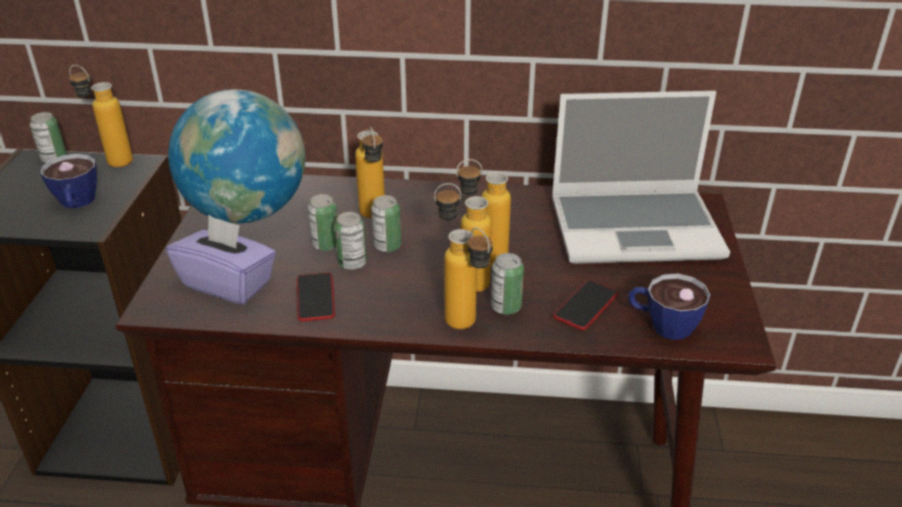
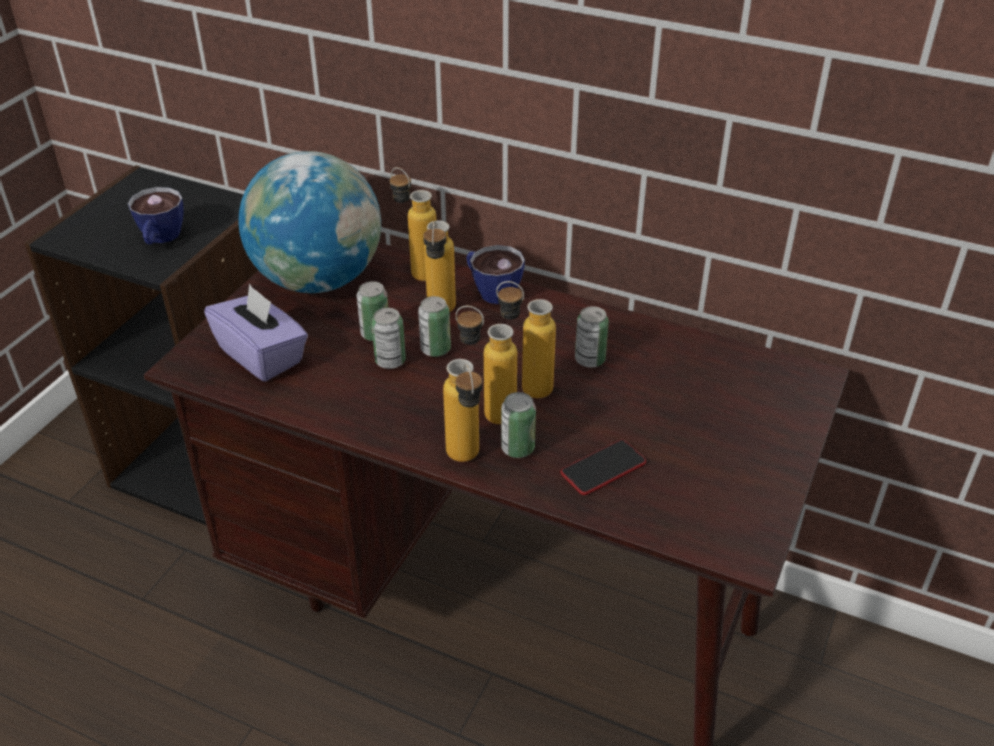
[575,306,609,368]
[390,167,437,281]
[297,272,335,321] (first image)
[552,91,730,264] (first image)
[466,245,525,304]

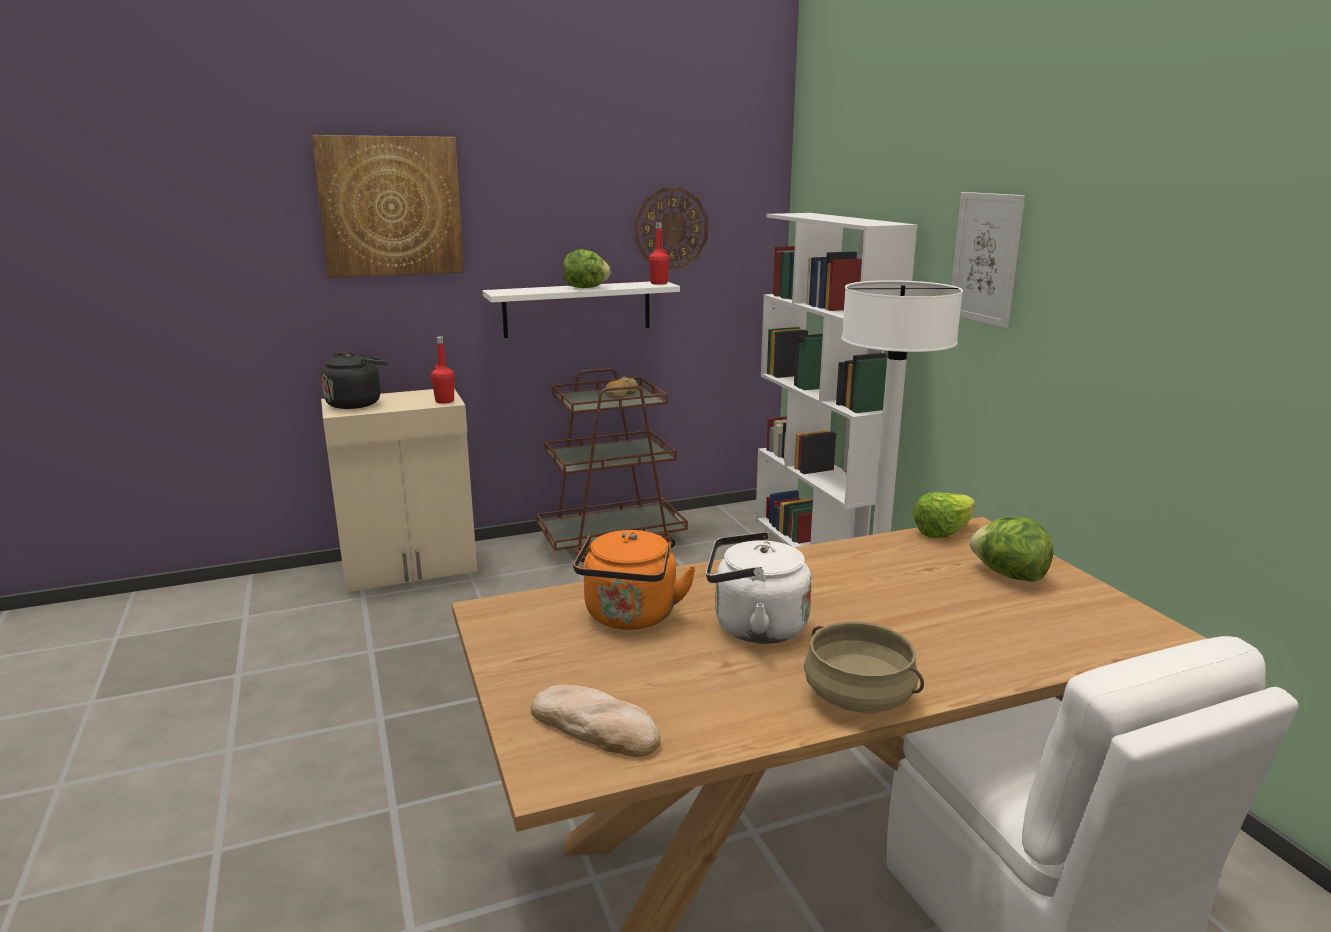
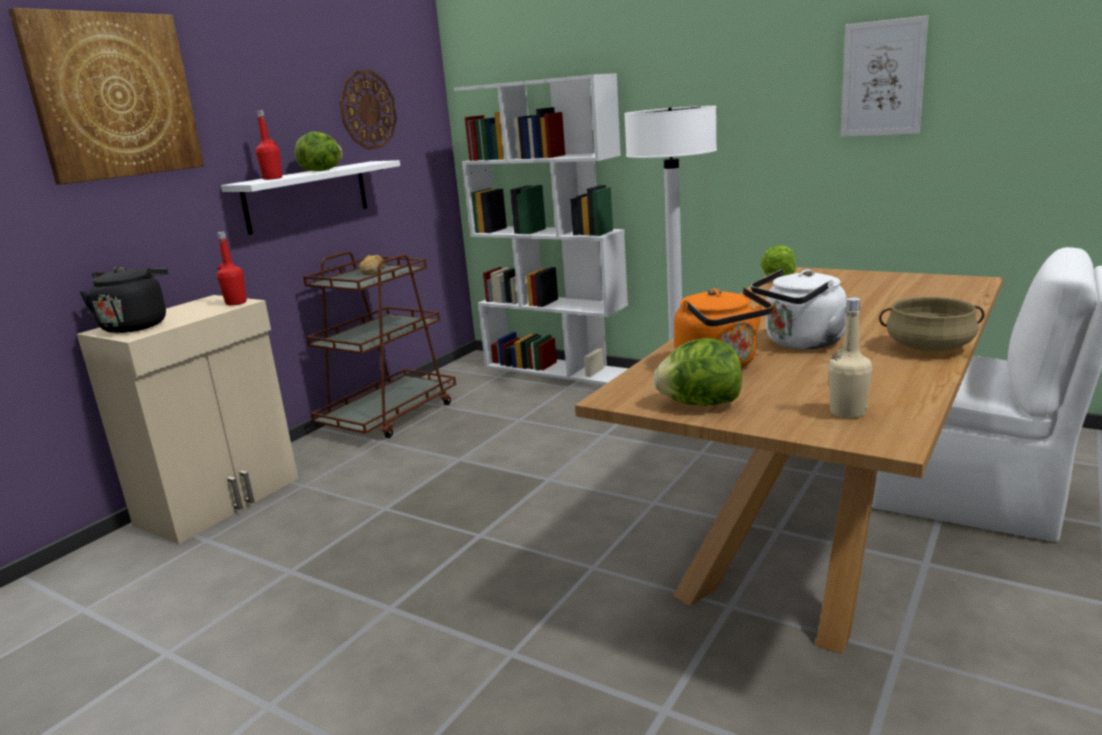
[828,297,872,418]
[256,110,282,180]
[841,15,928,137]
[654,338,742,406]

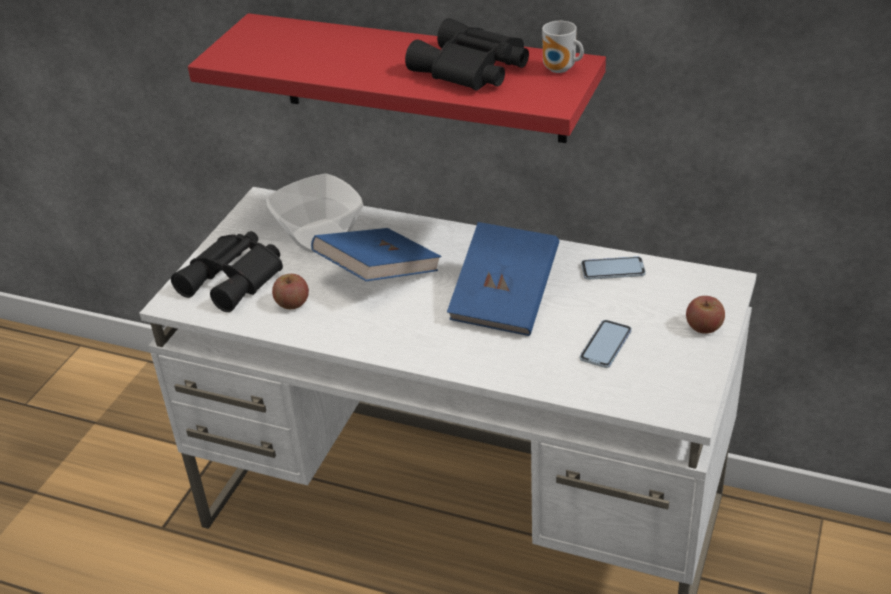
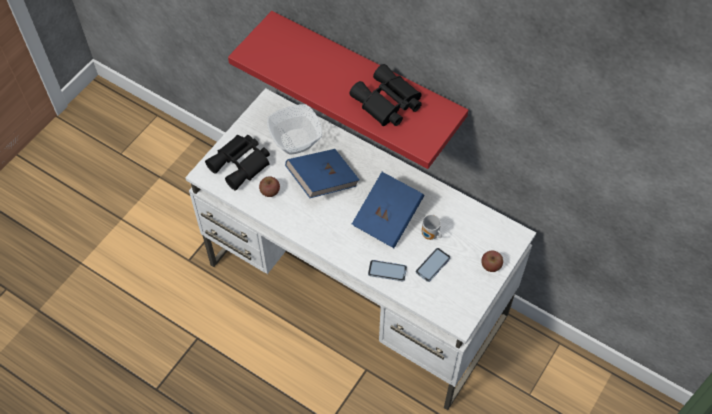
[422,214,442,240]
[368,260,407,281]

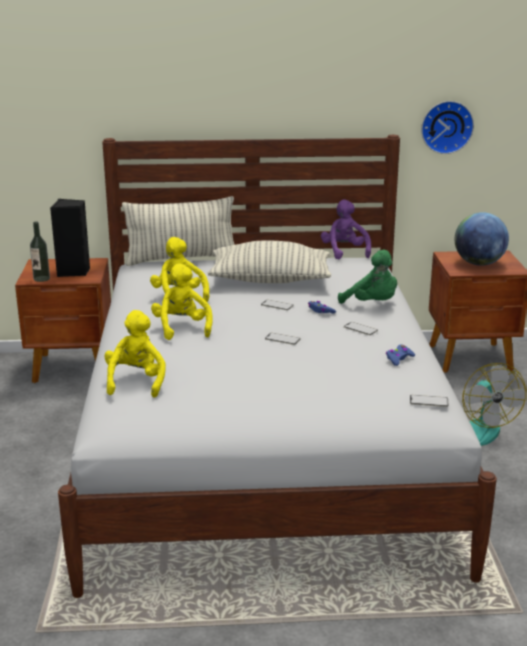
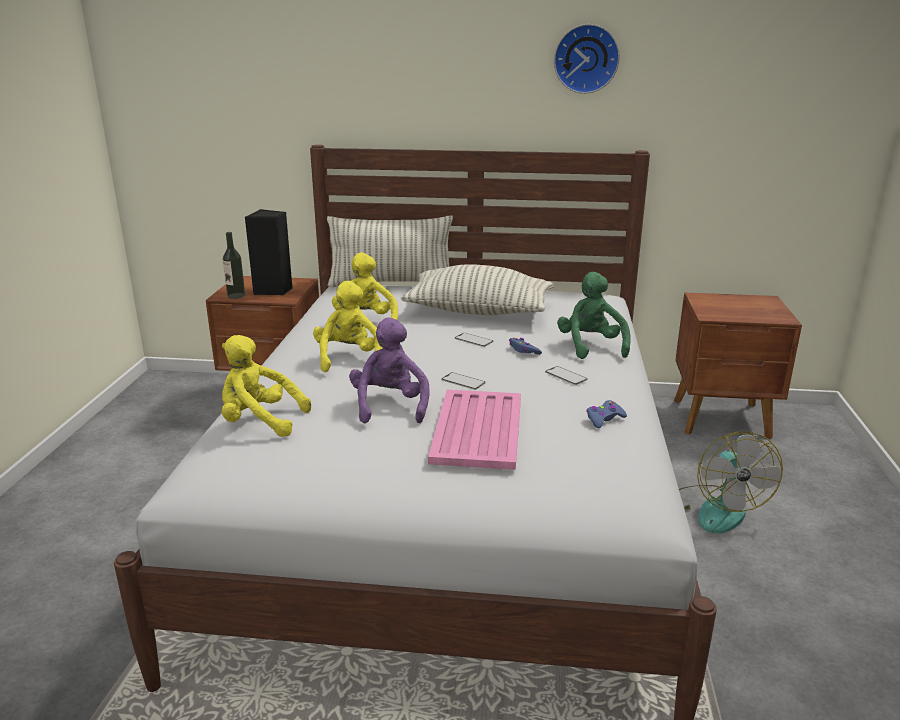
[222,335,311,437]
[349,318,430,423]
[557,272,631,359]
[410,395,448,407] (first image)
[554,24,620,94]
[455,212,509,266] (first image)
[428,390,521,470]

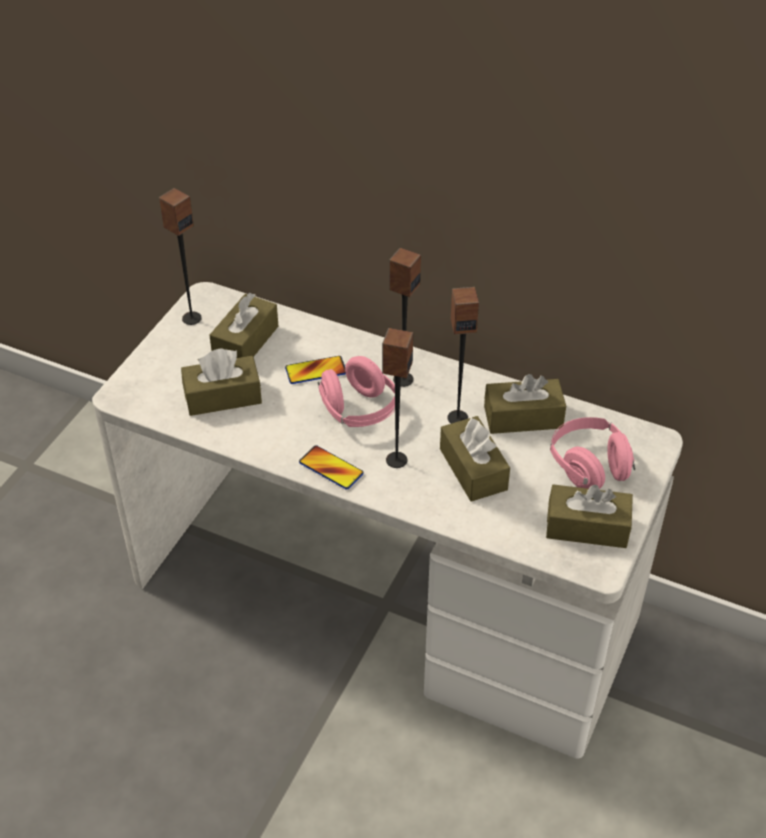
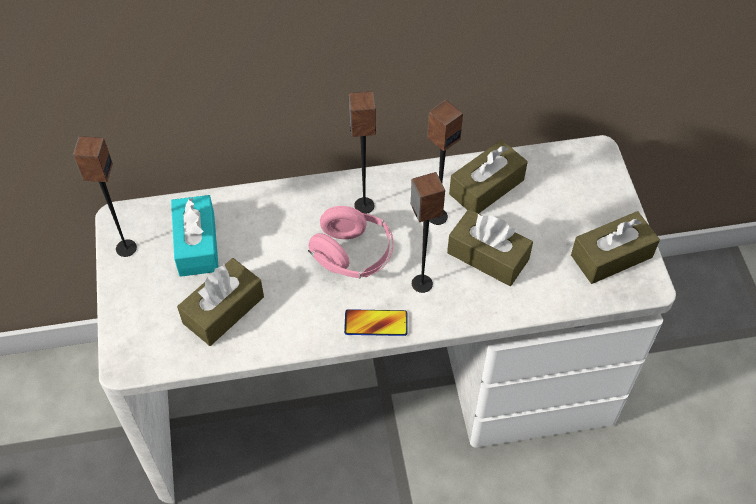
[171,195,219,277]
[285,356,346,384] (first image)
[550,417,635,489] (first image)

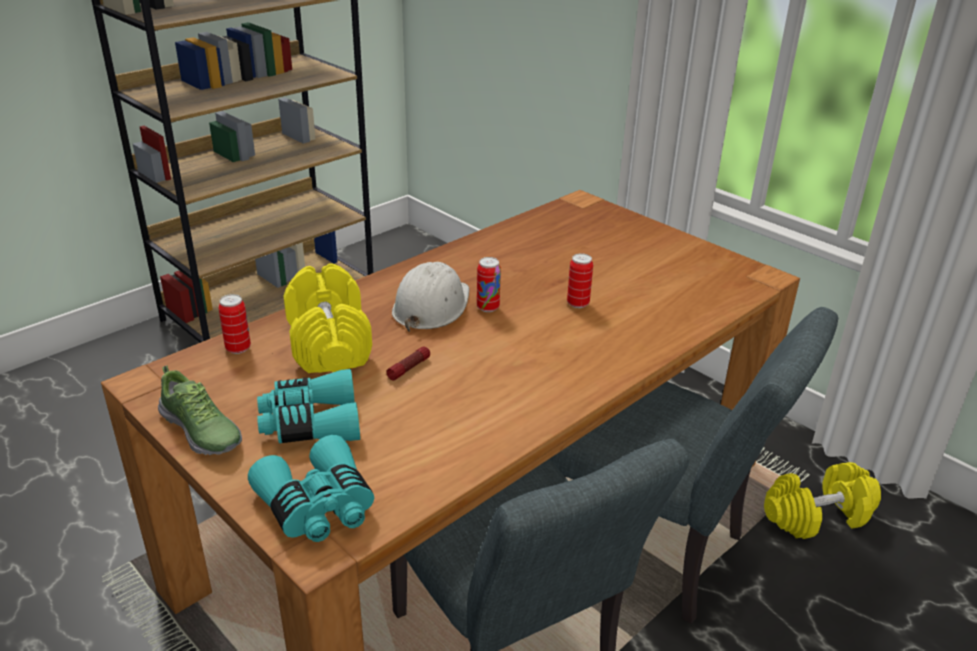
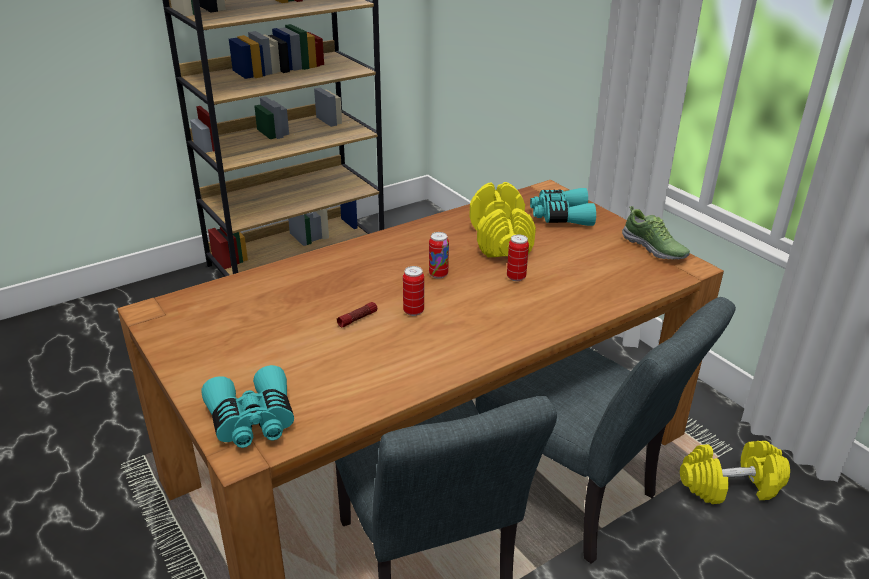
[622,206,690,260]
[403,266,424,316]
[530,188,596,226]
[469,182,536,257]
[392,262,469,332] (first image)

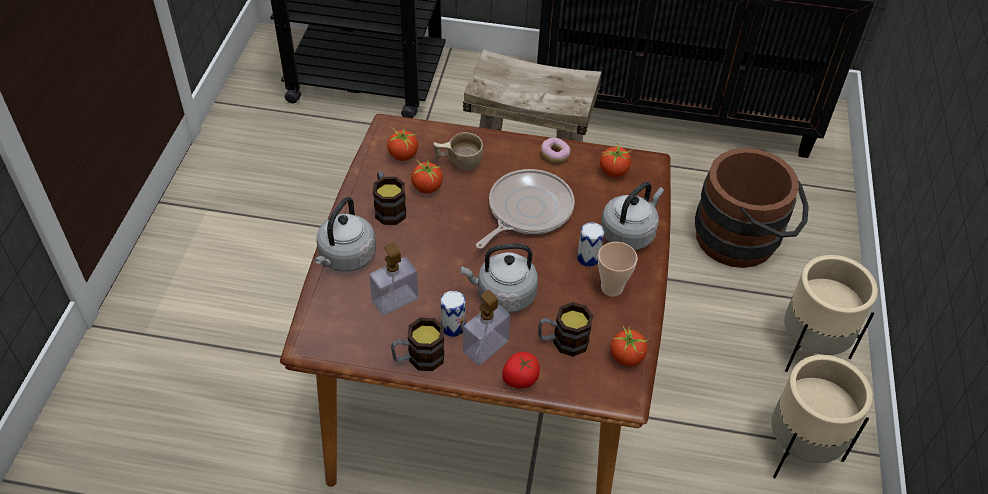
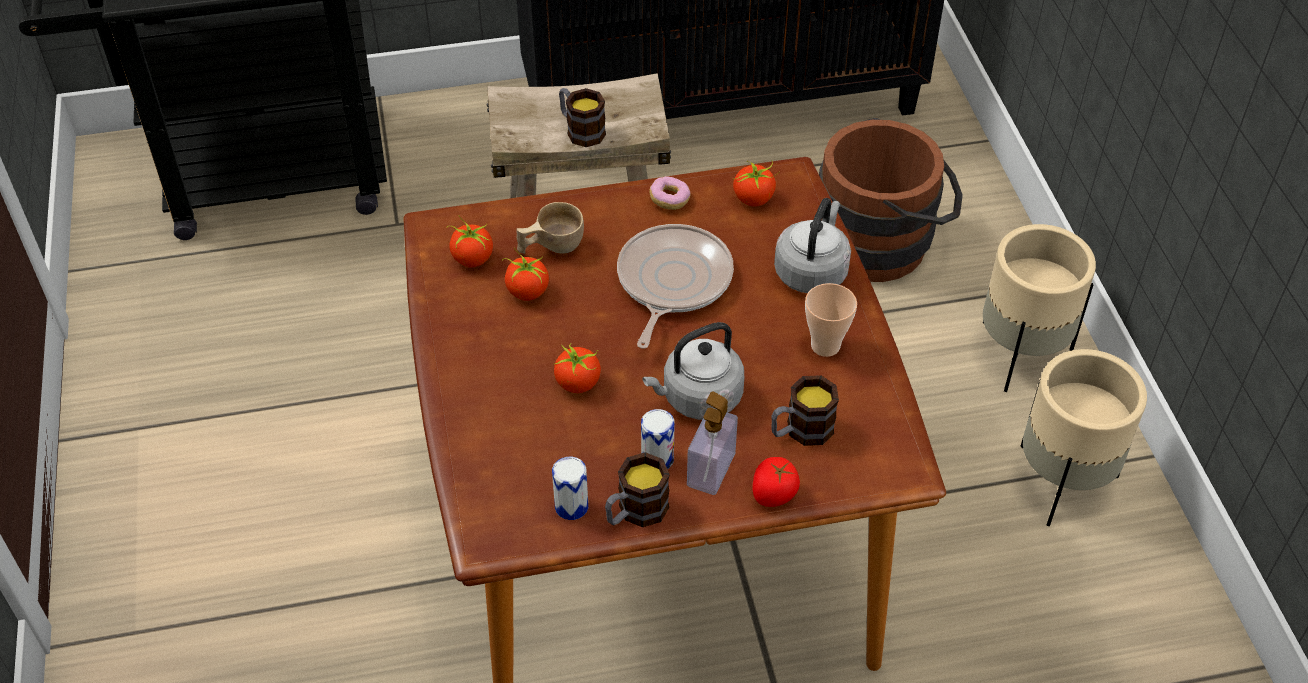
[314,197,376,272] (first image)
[369,242,418,315] (first image)
[559,88,606,147]
[552,457,588,520]
[554,344,601,393]

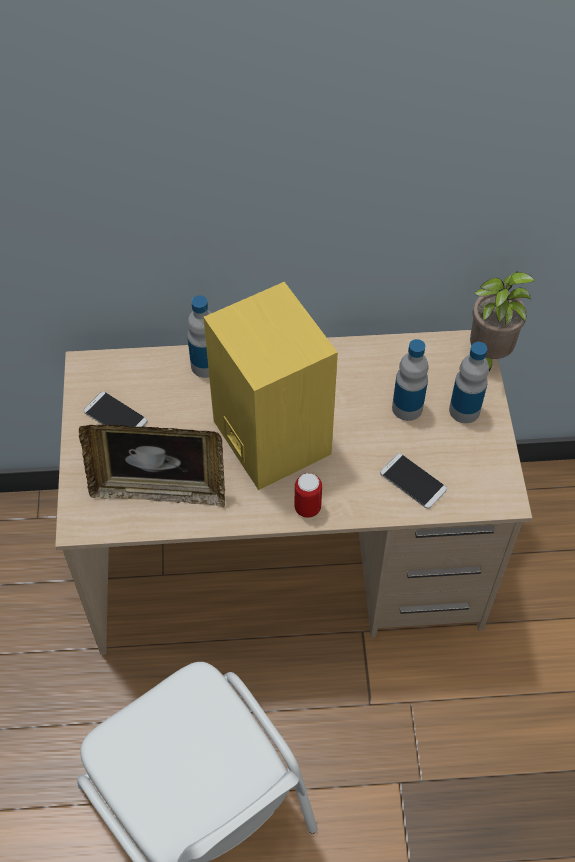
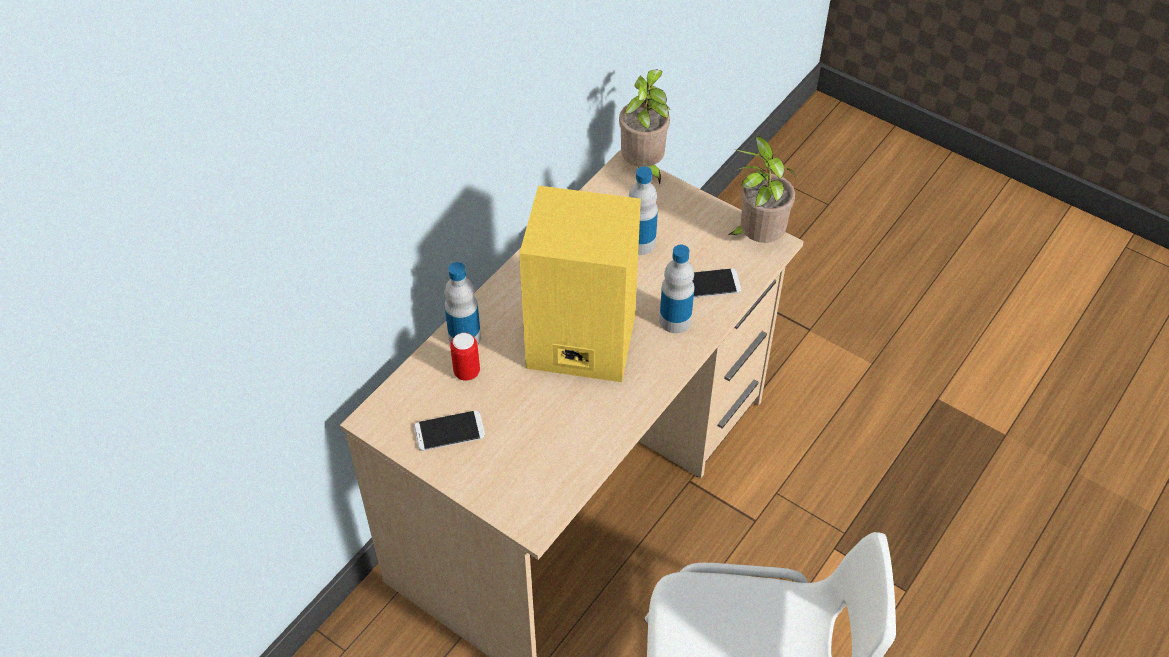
[79,425,225,508] (first image)
[450,333,480,381]
[659,245,694,333]
[728,136,796,243]

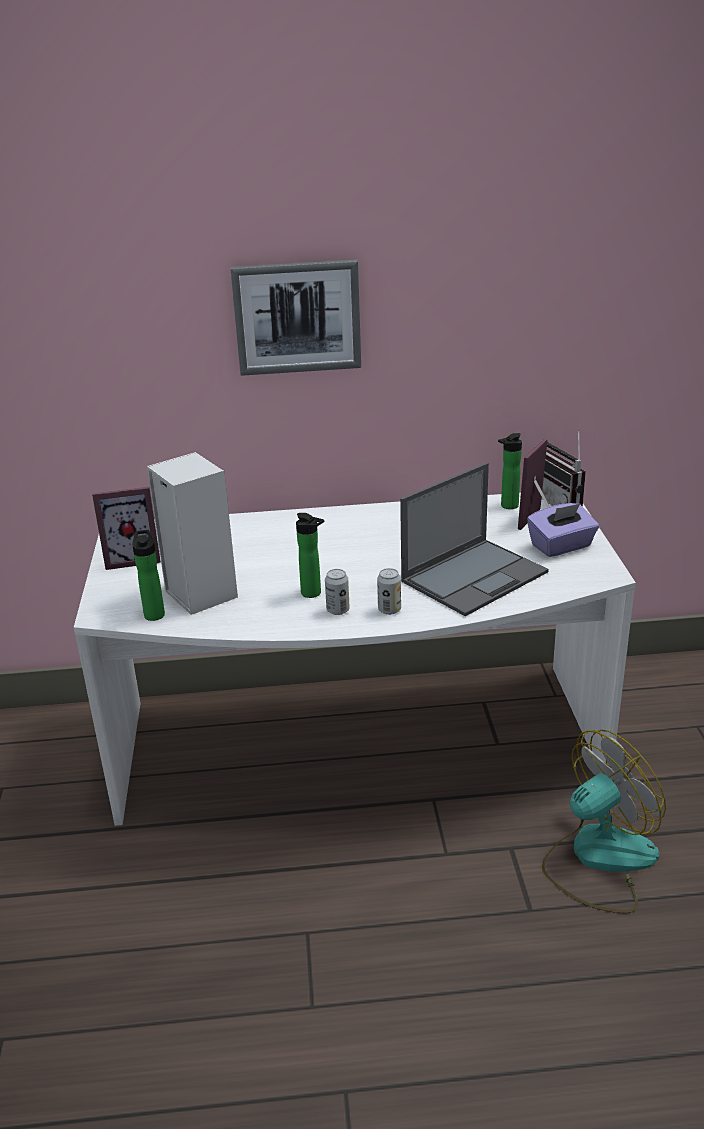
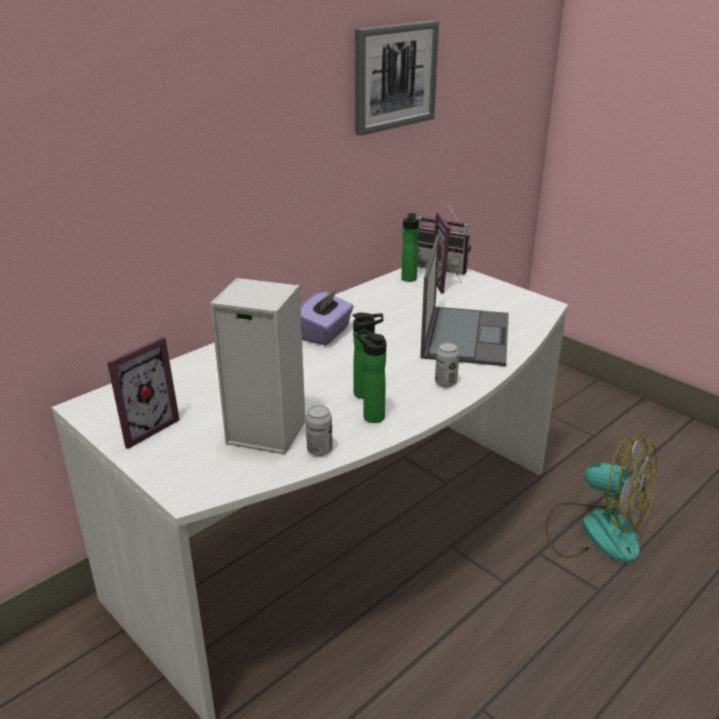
[355,329,386,423]
[355,21,439,136]
[306,405,333,456]
[300,289,354,346]
[545,434,657,563]

